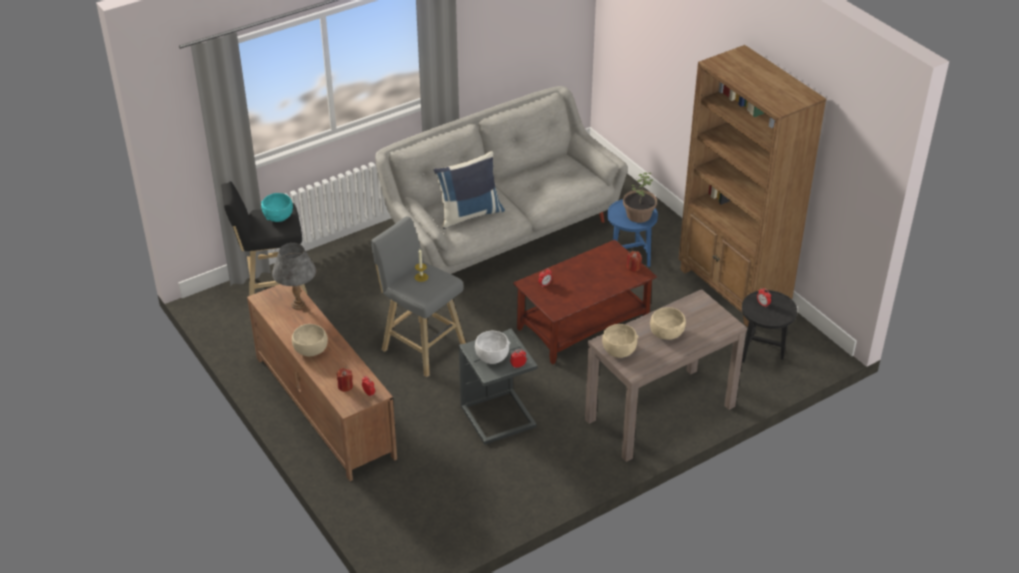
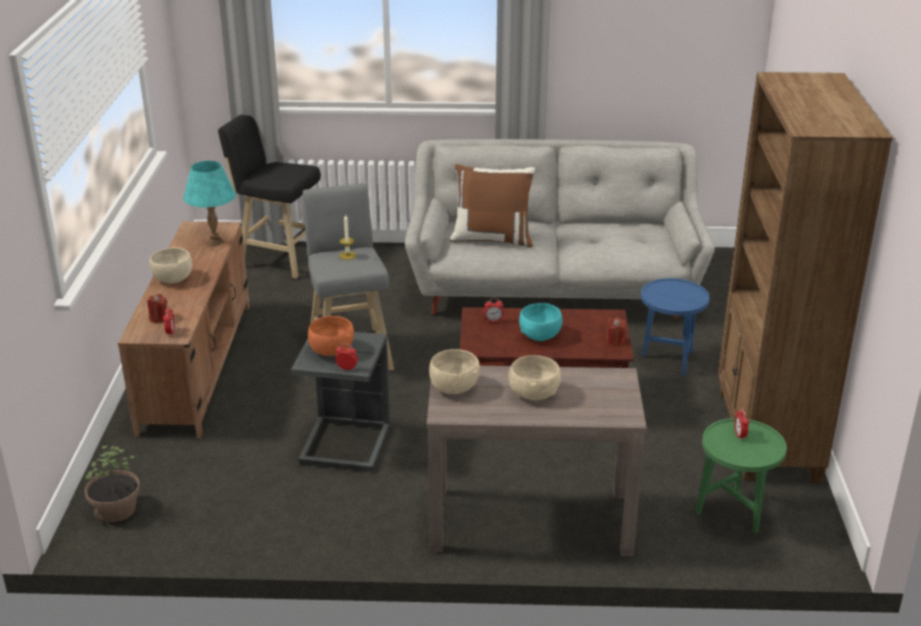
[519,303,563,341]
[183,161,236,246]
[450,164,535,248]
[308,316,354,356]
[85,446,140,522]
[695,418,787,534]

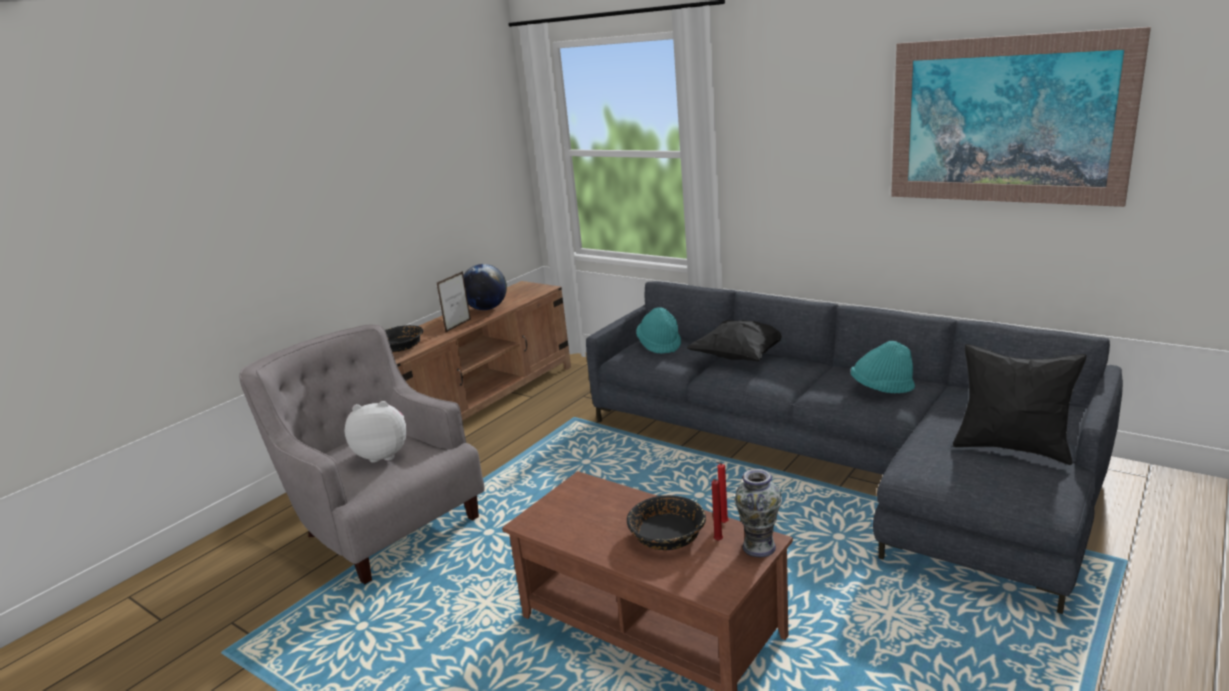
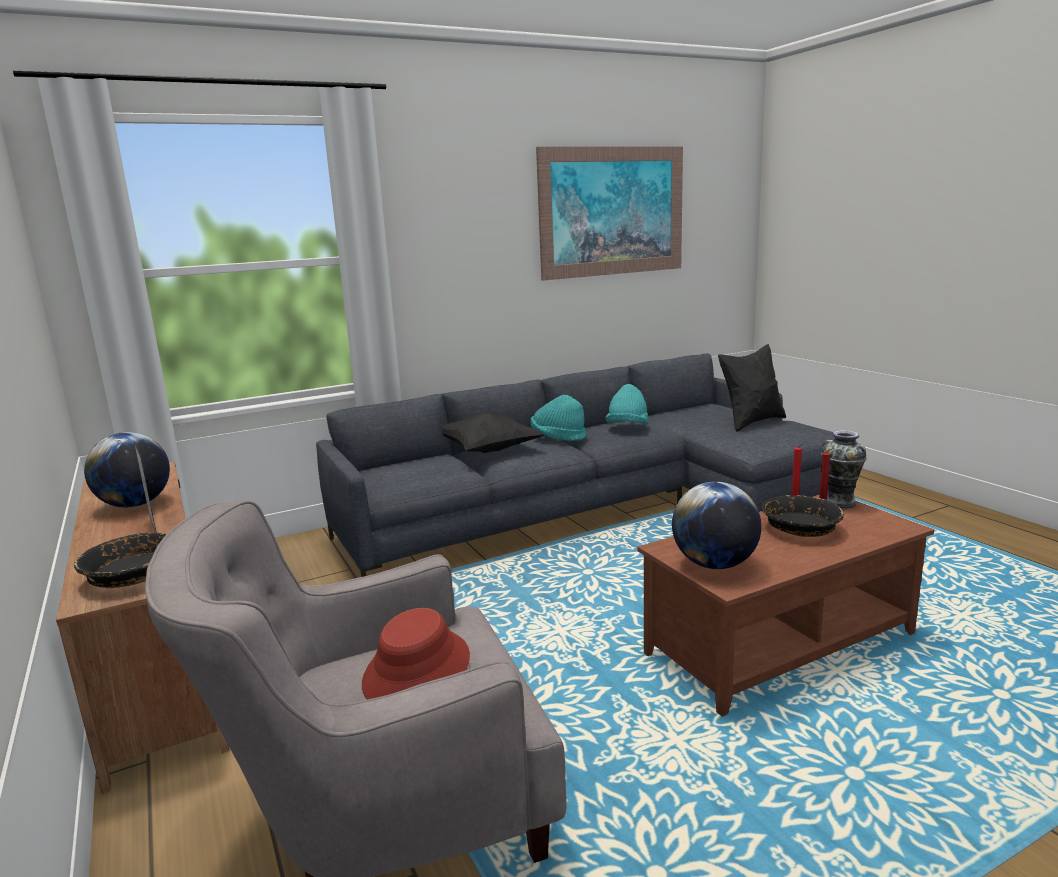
[362,608,470,700]
[530,395,587,441]
[672,481,762,569]

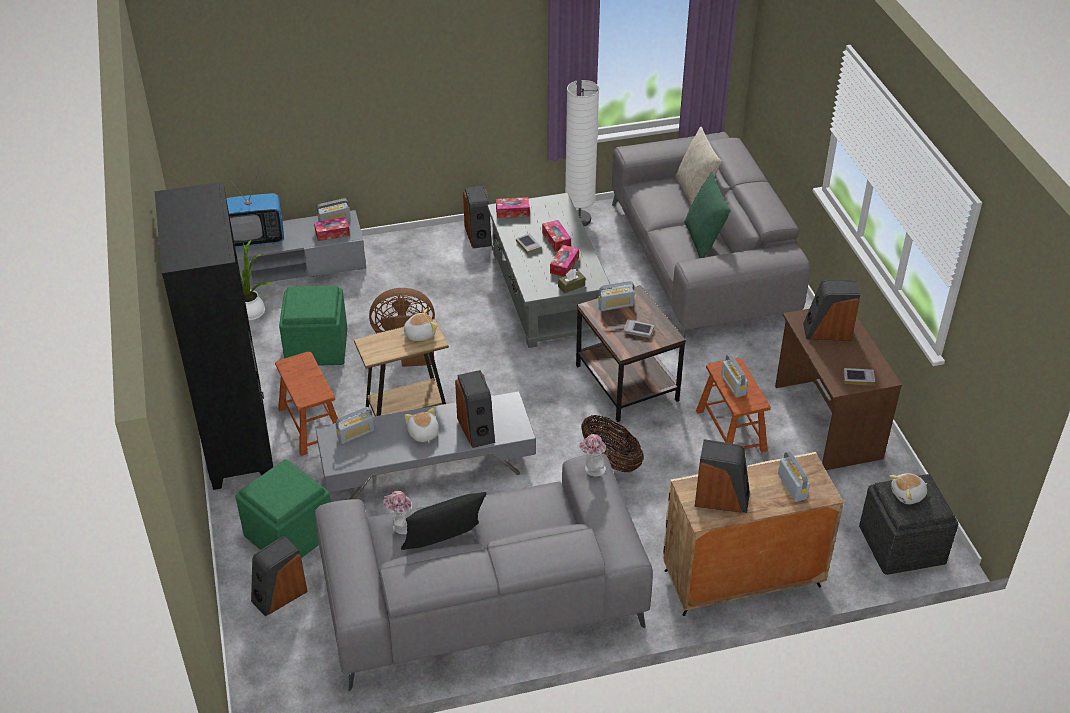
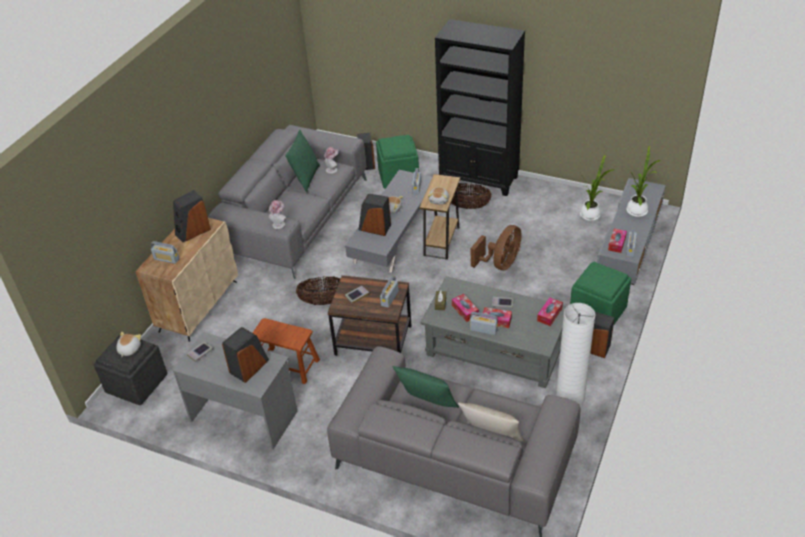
[627,146,660,217]
[451,183,491,209]
[570,261,631,326]
[285,130,320,192]
[470,312,498,335]
[173,332,297,449]

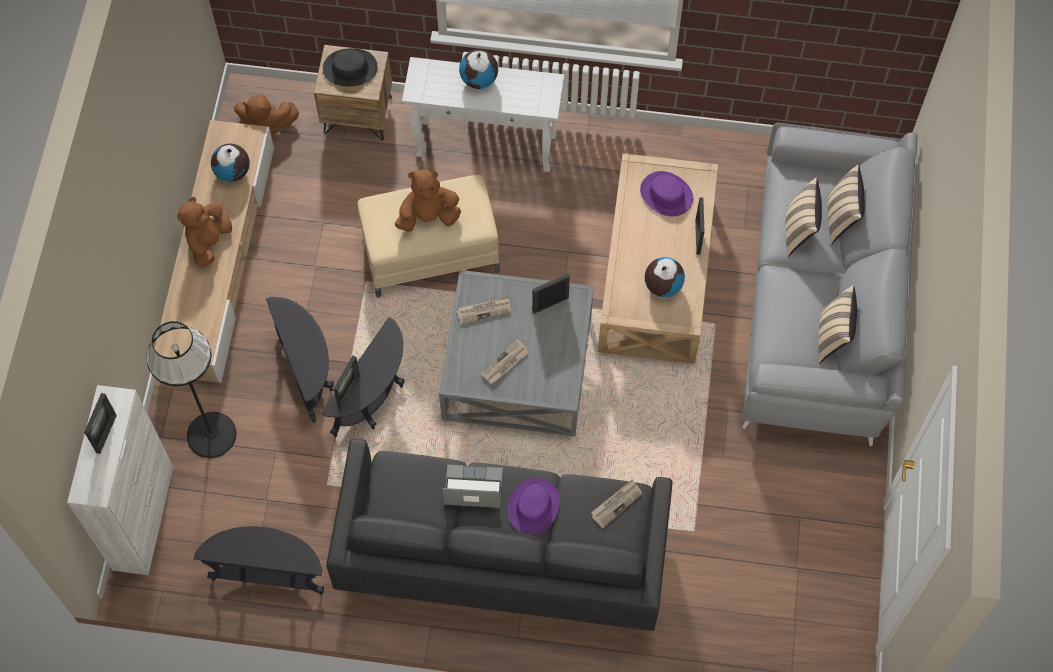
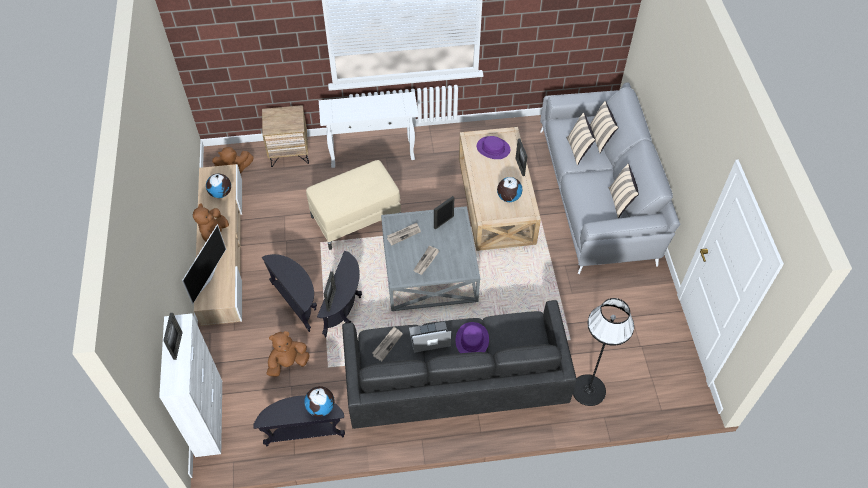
[573,298,634,406]
[323,48,377,86] (first image)
[267,331,310,377]
[304,386,335,417]
[372,327,403,361]
[182,224,226,304]

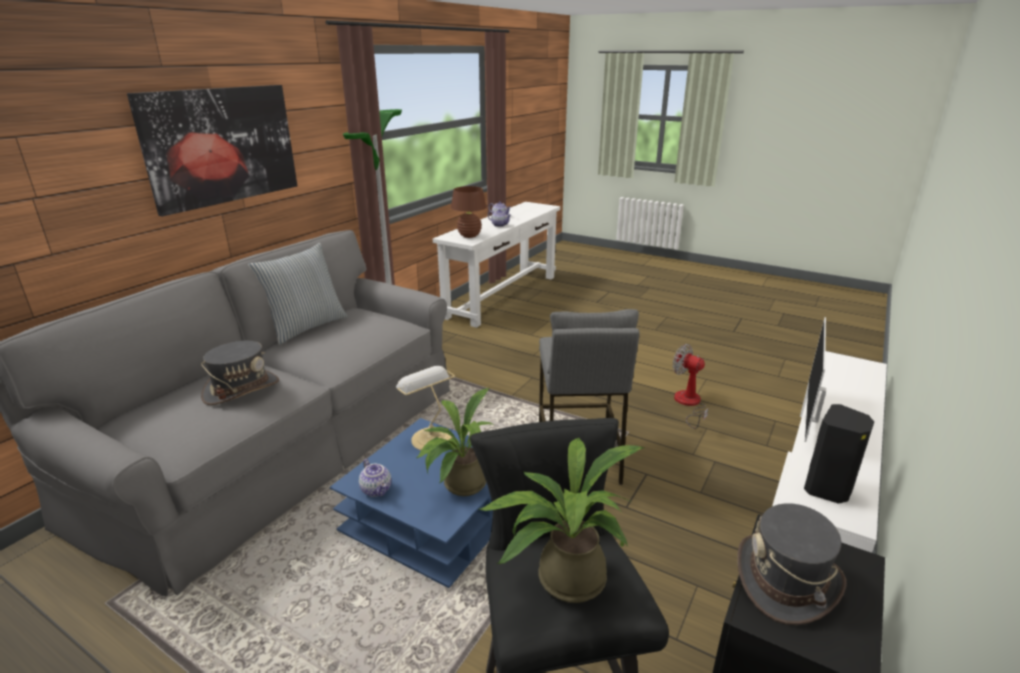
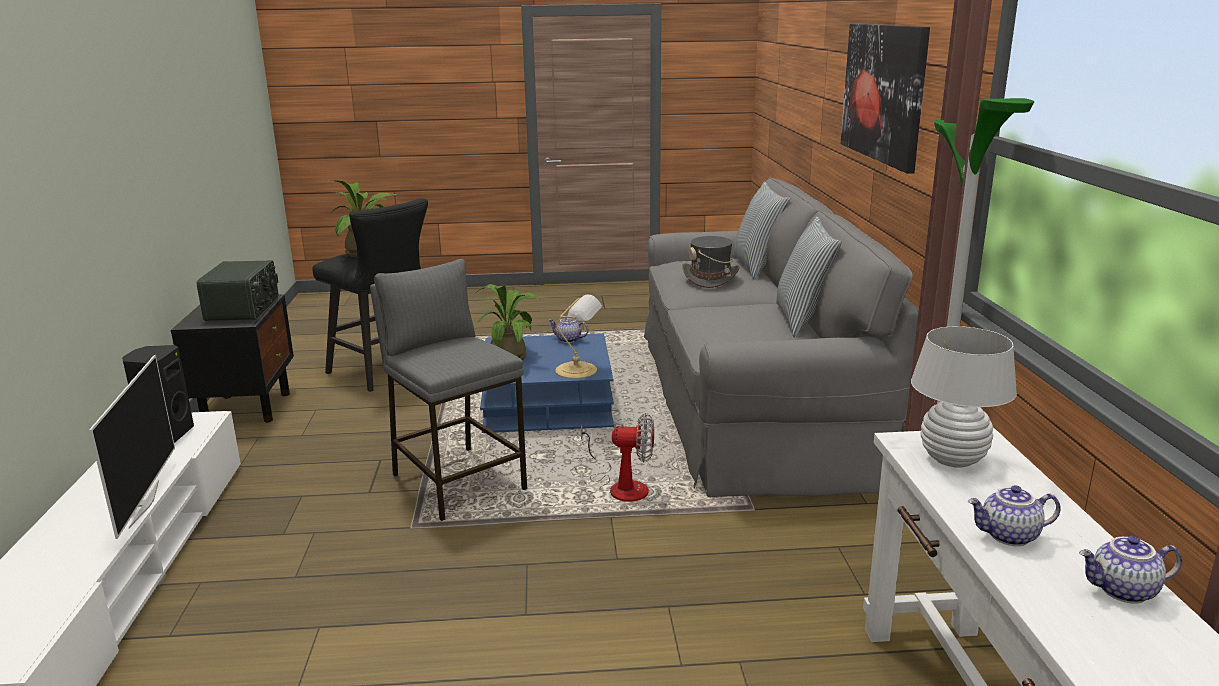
[911,326,1017,468]
[581,413,654,502]
[197,260,279,321]
[733,182,790,280]

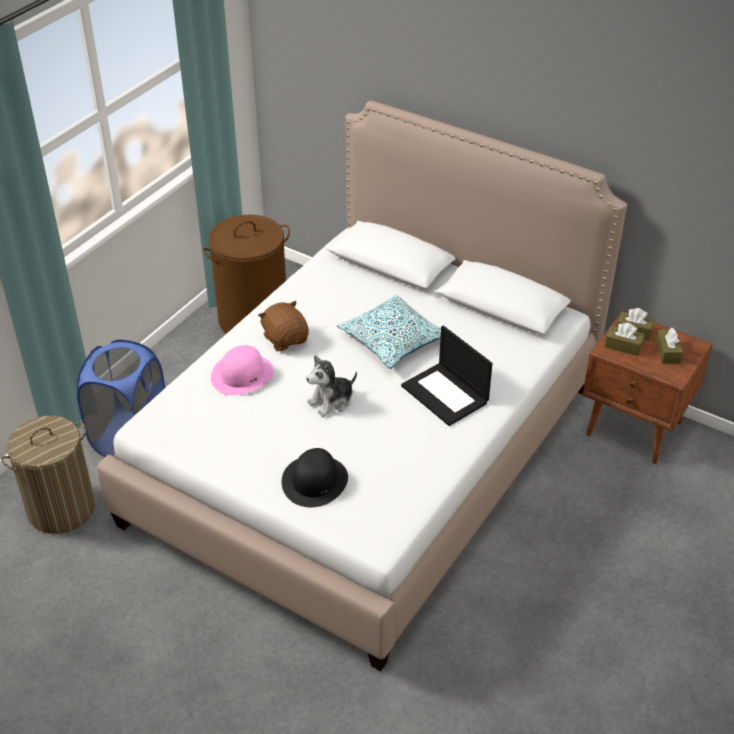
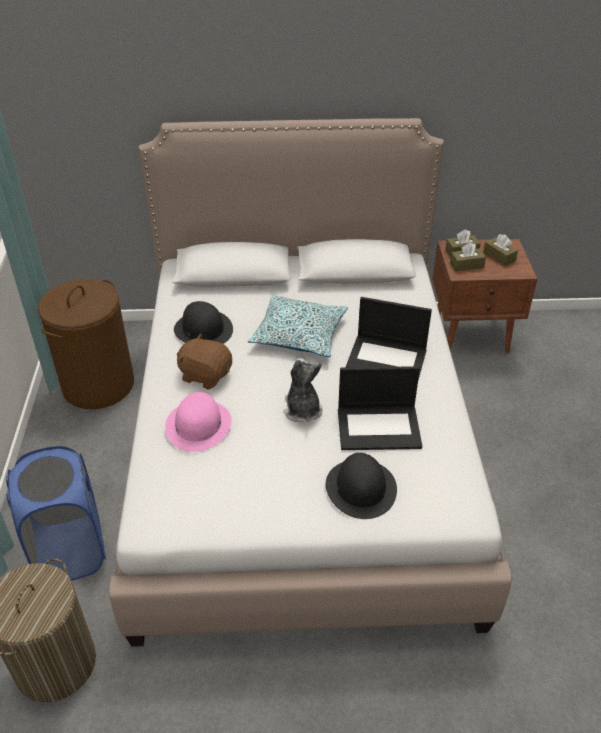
[283,358,322,422]
[174,301,233,344]
[338,366,422,450]

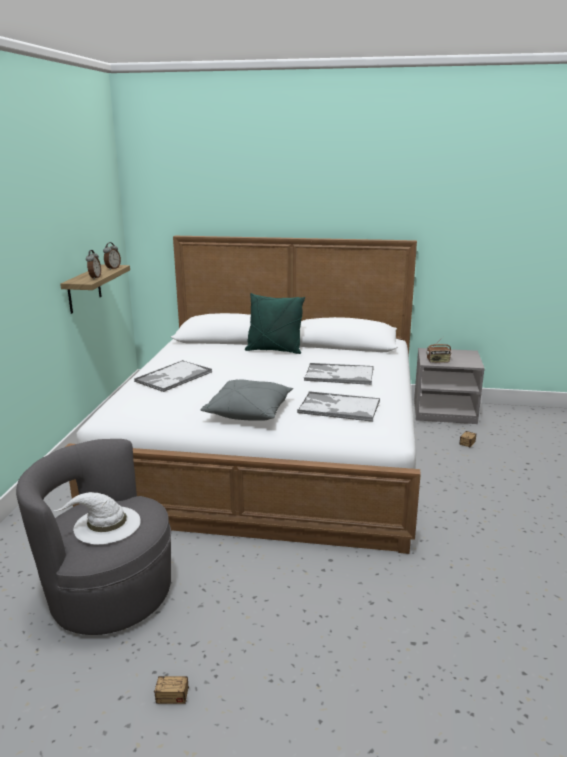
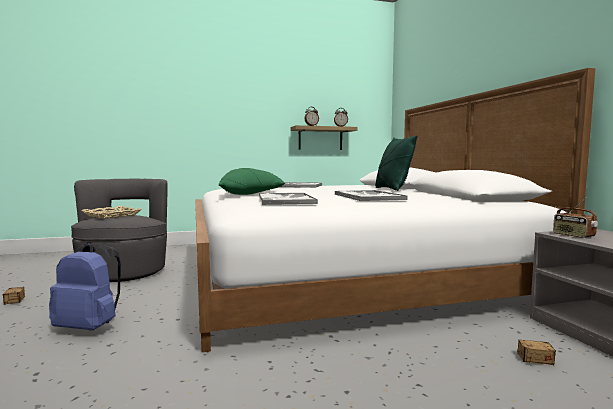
[81,206,142,219]
[219,168,285,195]
[49,242,121,330]

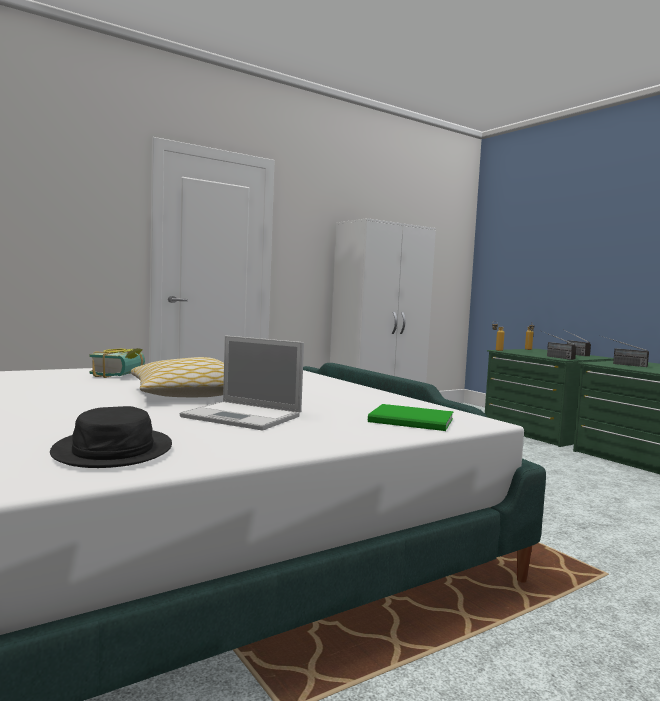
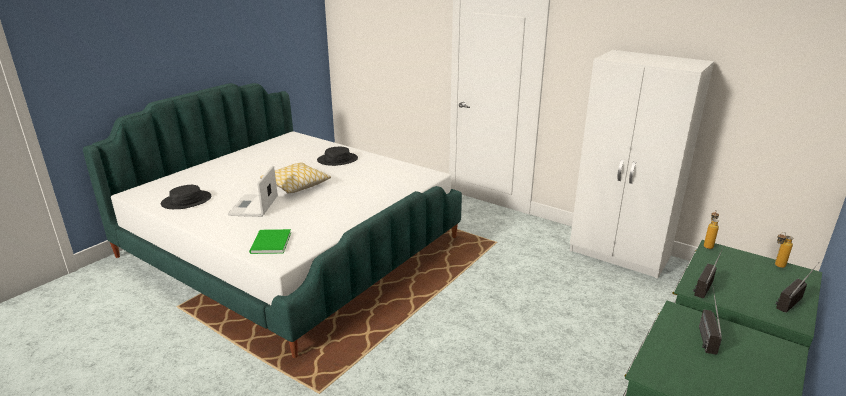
[317,147,358,166]

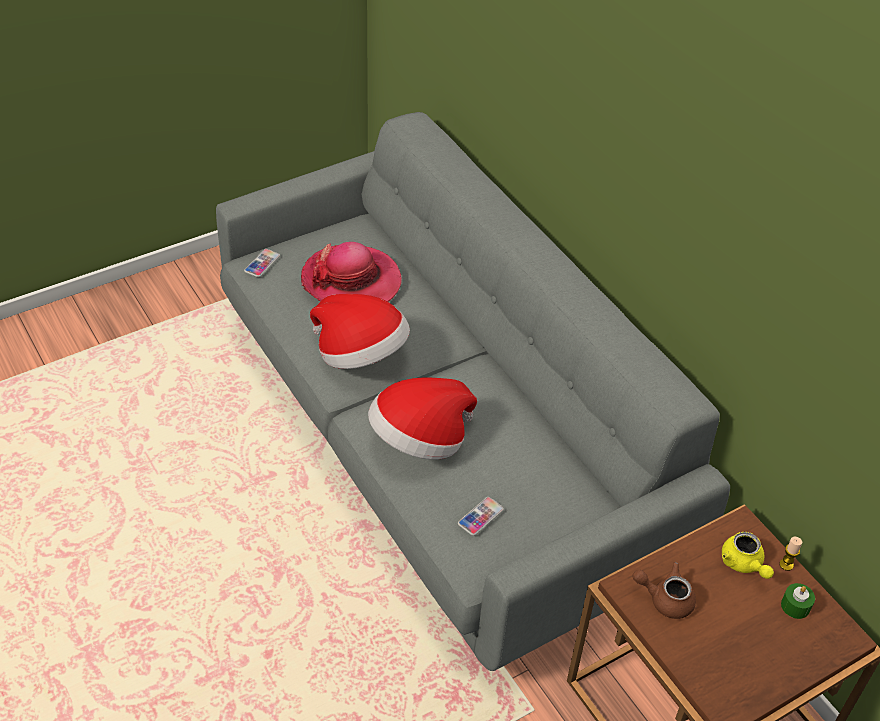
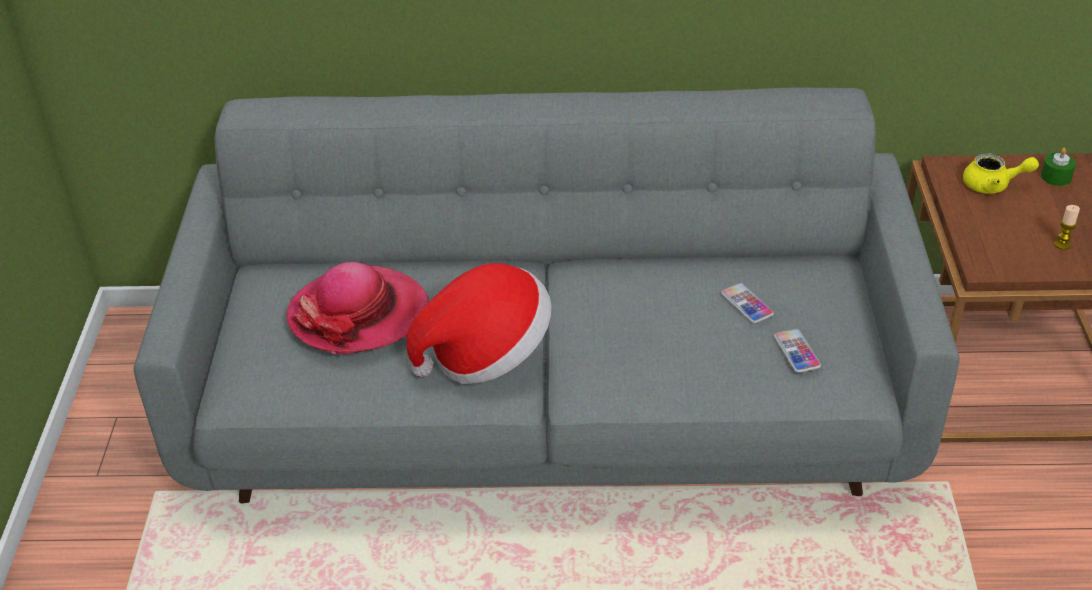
[721,283,774,323]
[368,378,477,460] (first image)
[633,562,696,619] (first image)
[1054,205,1080,250]

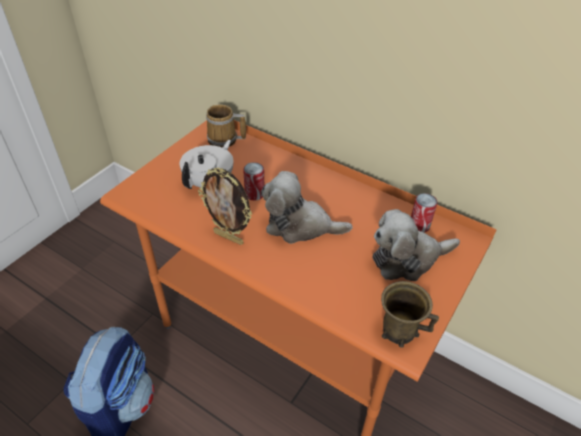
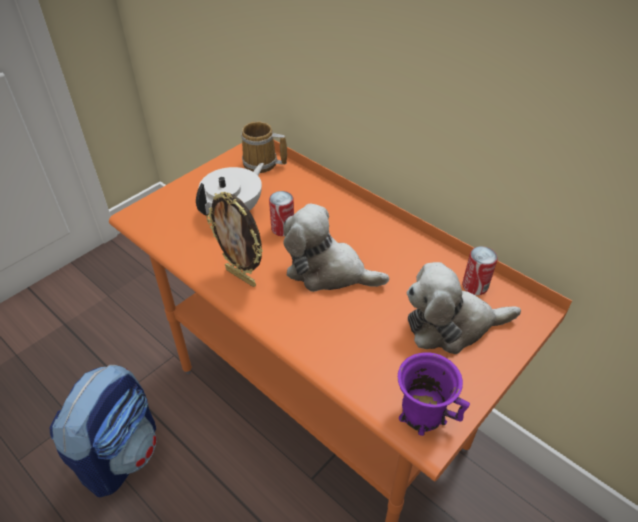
[398,352,470,436]

